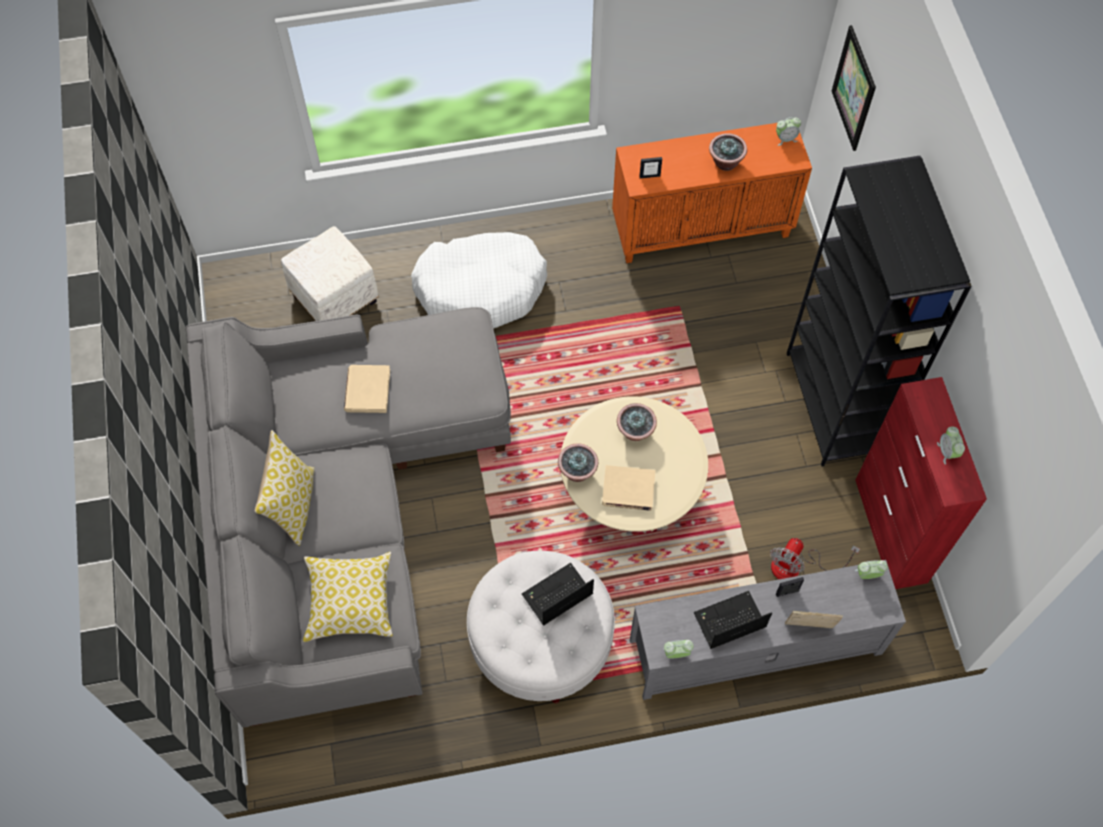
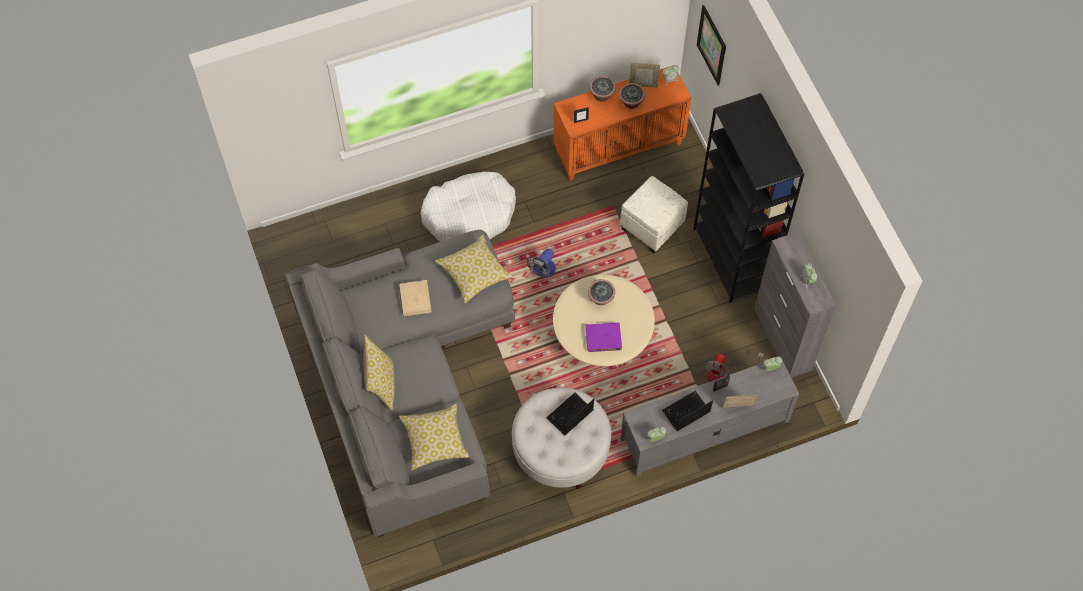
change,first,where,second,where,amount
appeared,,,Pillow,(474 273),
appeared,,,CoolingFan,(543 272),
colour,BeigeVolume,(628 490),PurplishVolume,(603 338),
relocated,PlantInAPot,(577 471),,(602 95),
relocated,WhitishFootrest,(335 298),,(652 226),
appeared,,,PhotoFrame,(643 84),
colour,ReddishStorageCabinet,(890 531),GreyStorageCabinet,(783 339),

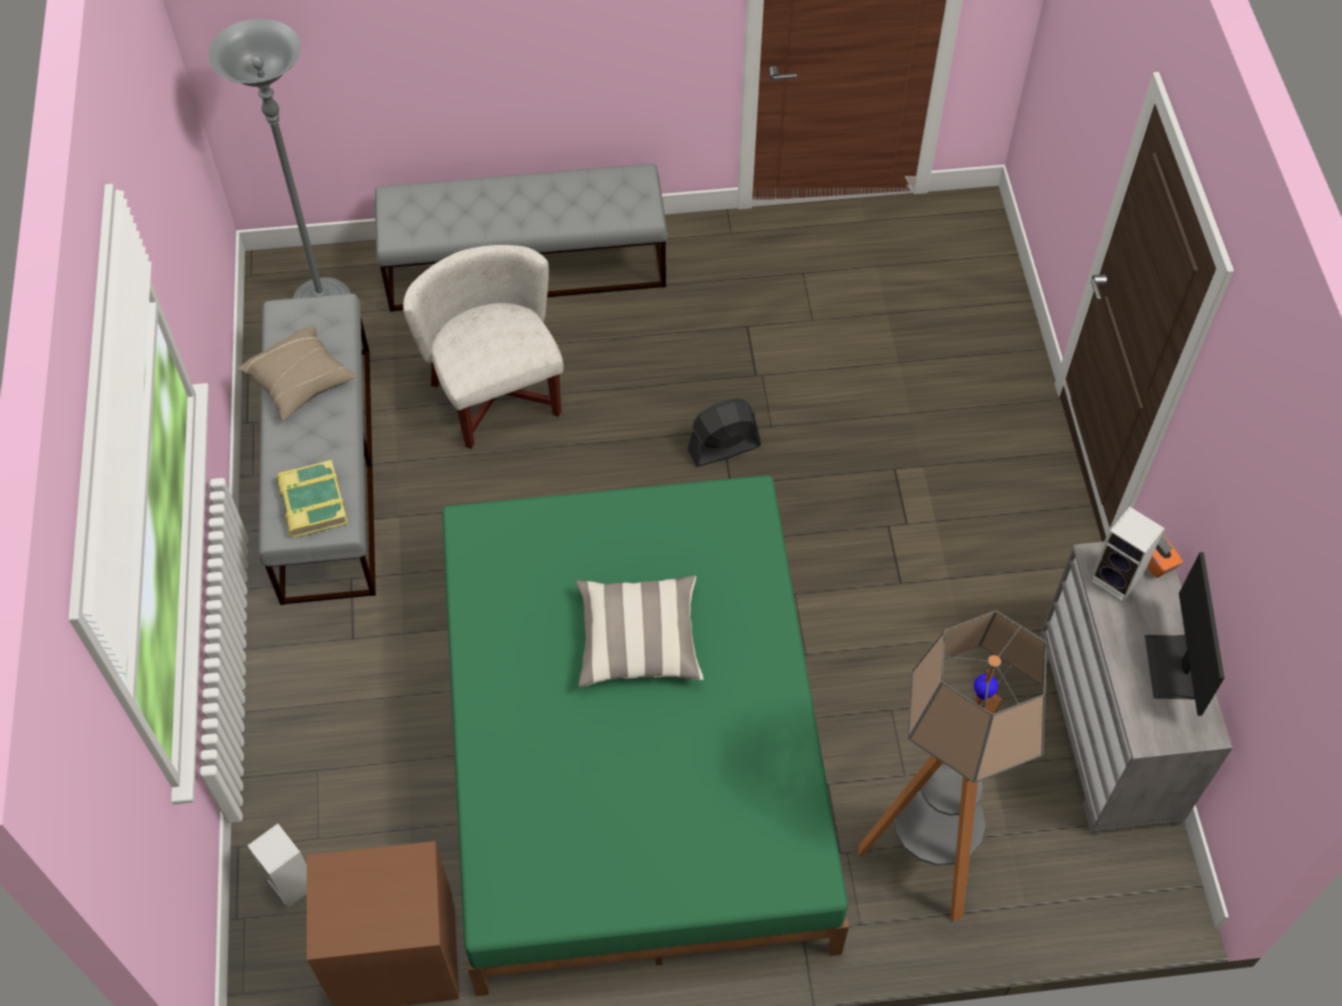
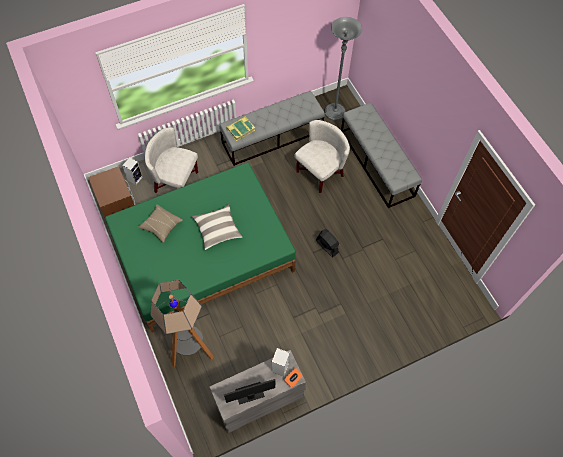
change,first,where,second,where,amount
relocated,BeigePillow,(300 381),,(161 226),
appeared,,,WhitishEasyChair,(176 181),

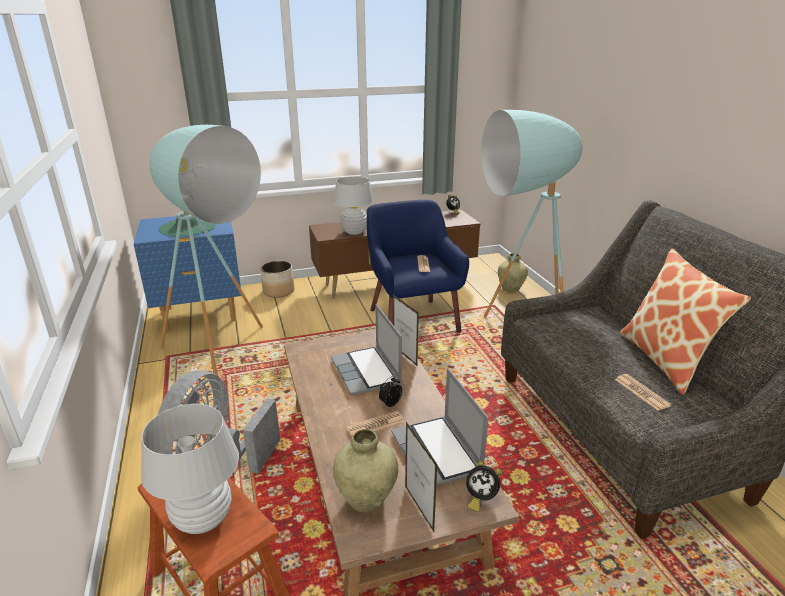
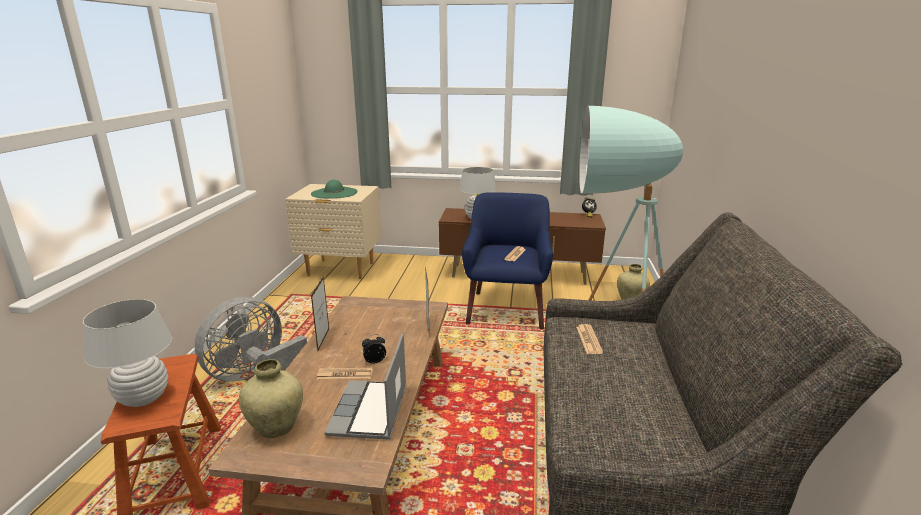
change,first,where,second,where,amount
colour,BlueBedsideTable,(201 315),BeigeBedsideTable,(341 269),
relocated,PhotoFrame,(419 508),,(323 340),
relocated,Newspaper,(641 392),,(588 340),
missing,TurquoiseColouredStandingLamp,(225 358),,,
missing,FlowerPot,(279 291),,,
missing,Laptop,(367 372),,,
missing,TableClock,(480 499),,,
missing,Pillow,(665 360),,,

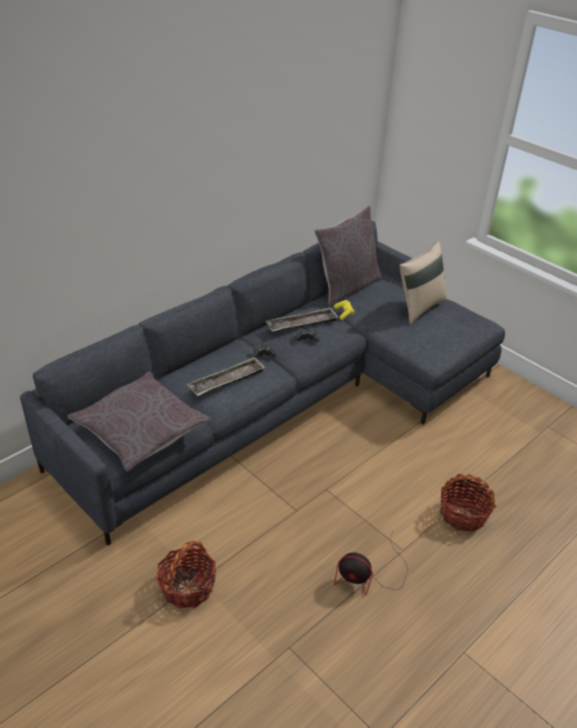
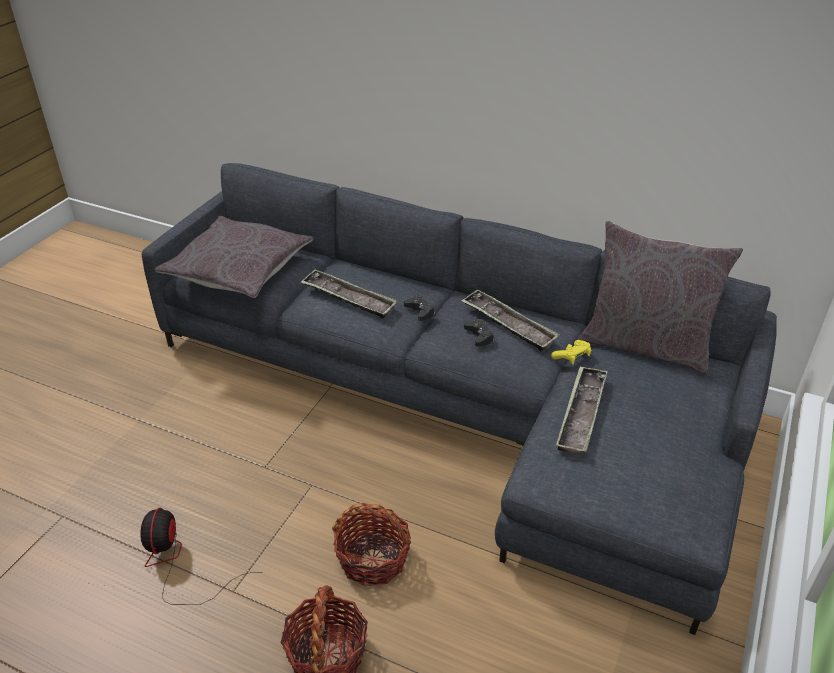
change,first,where,second,where,amount
relocated,StorageBasket,(187 587),,(373 559),
appeared,,,Tray,(581 414),
missing,BeigePillow,(419 307),,,

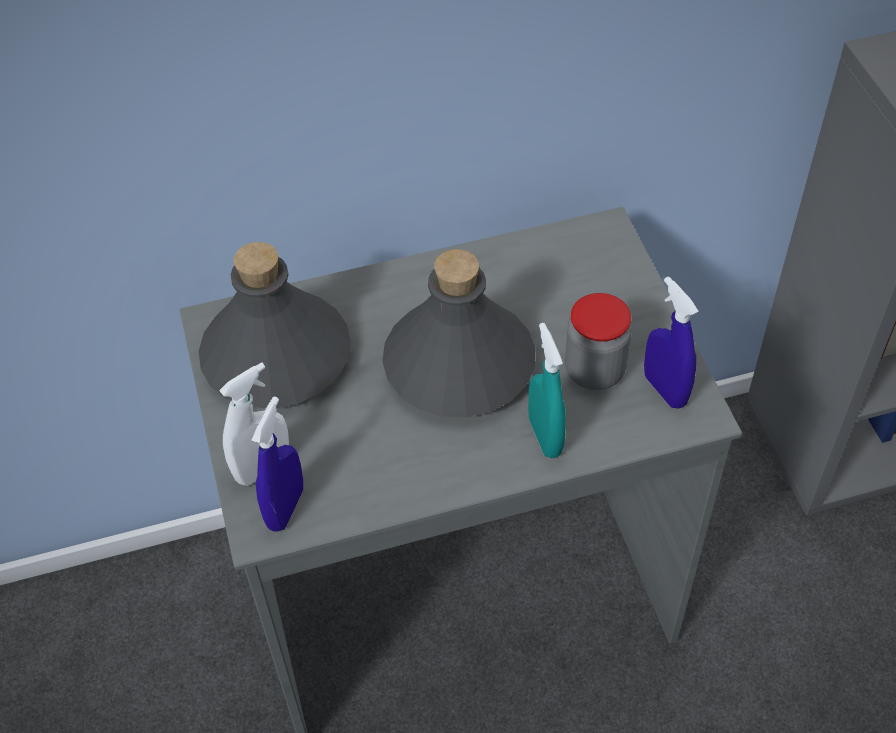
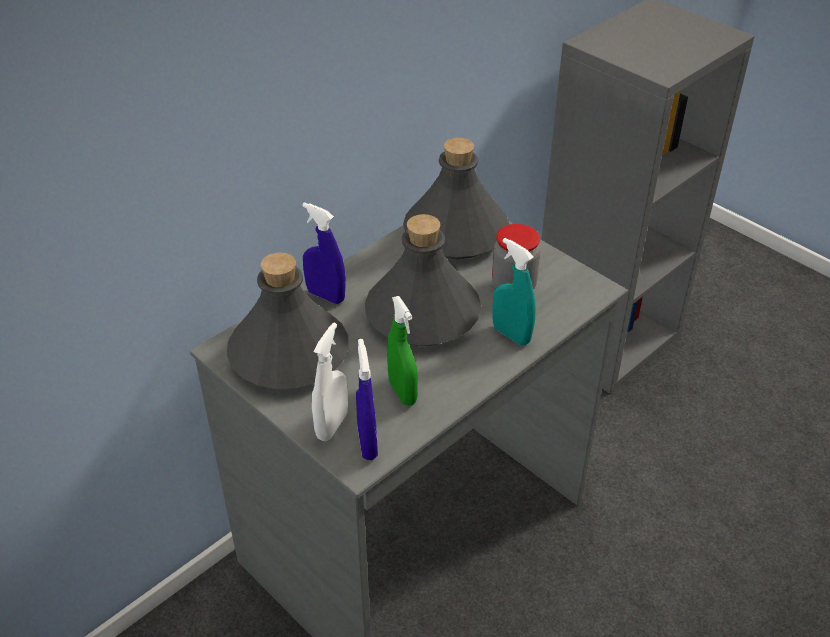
change,first,where,second,where,amount
relocated,BlueHandSprayer,(664 390),,(325 296),
appeared,,,GreenHandSprayer,(402 392),
appeared,,,GreyBottle,(456 233),

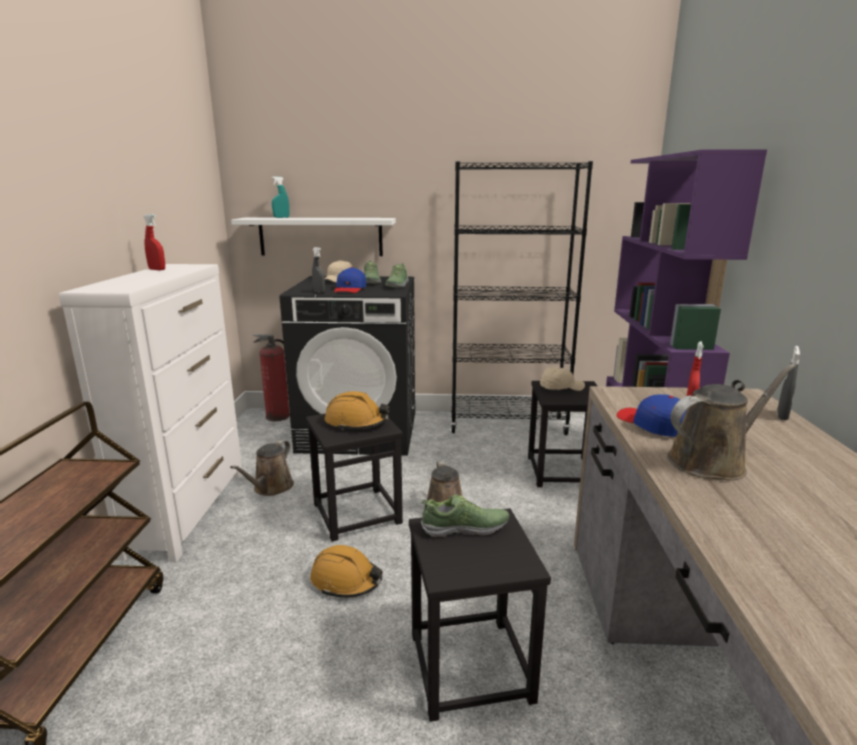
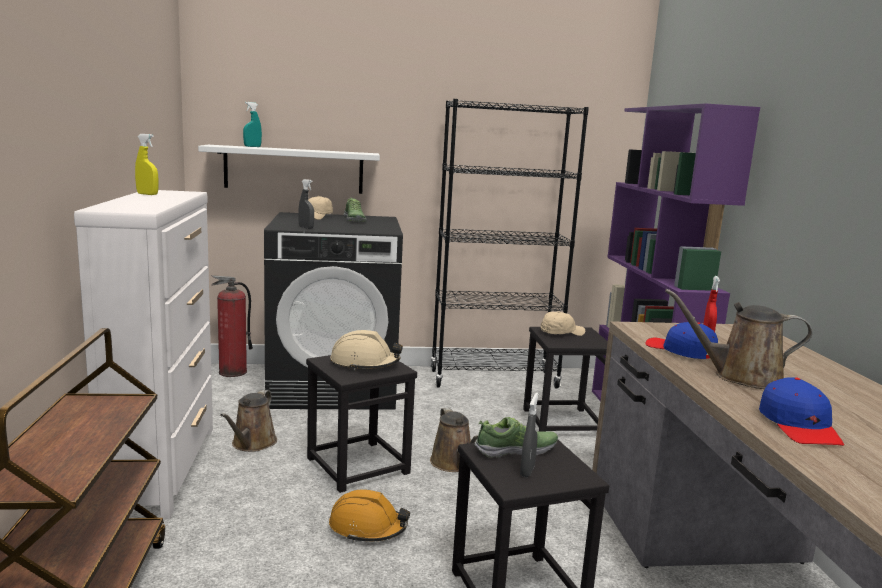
change,first,where,second,where,amount
colour,ReddishHandSprayer,(157 269),YellowColouredHandSprayer,(147 194),
colour,OrangeyWorkHelmet,(356 422),BeigeWorkHelmet,(364 363),
relocated,GreyHandSprayer,(782 416),,(527 471),
spun,BrownishWateringPot,(712 461),,(741 377),135 degrees counterclockwise
relocated,BlueBaseballCap,(350 289),,(799 426),
missing,LowShoe,(397 285),,,

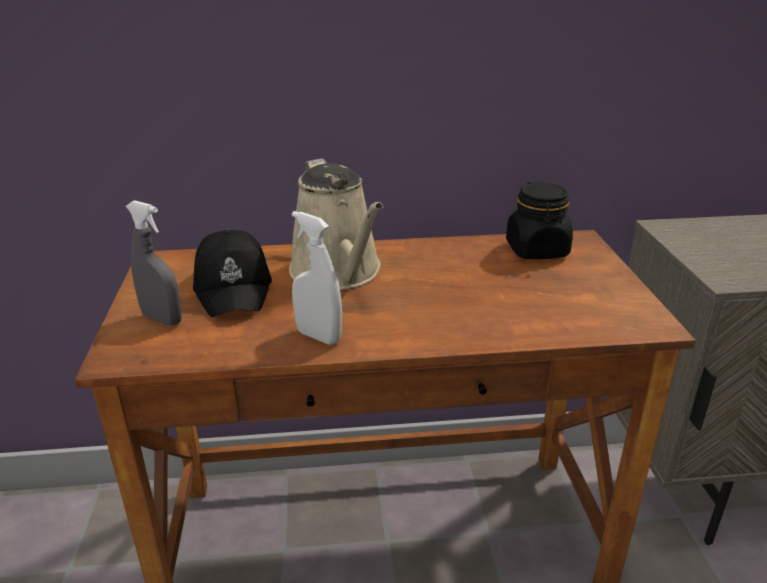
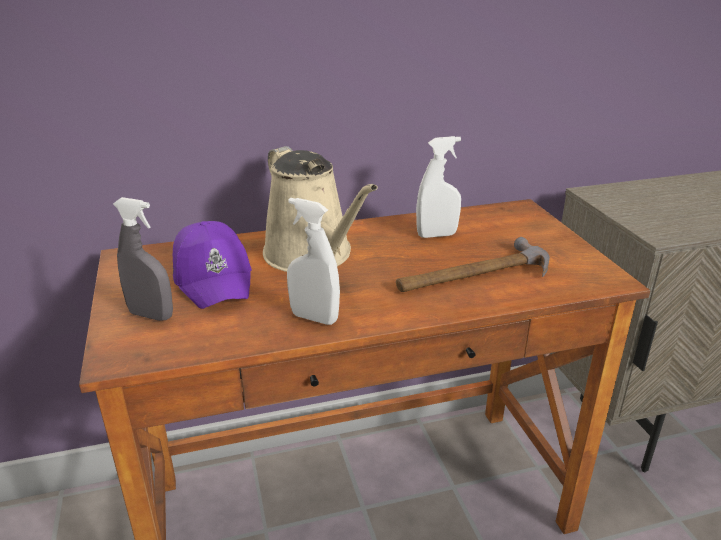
change,first,where,second,where,amount
colour,BlackishBaseballCap,(234 287),PurplishBaseballCap,(214 277),
appeared,,,ToolHammer,(473 275),
appeared,,,WhitishHandSprayer,(436 235),
missing,BlackishStorageJar,(537 250),,,

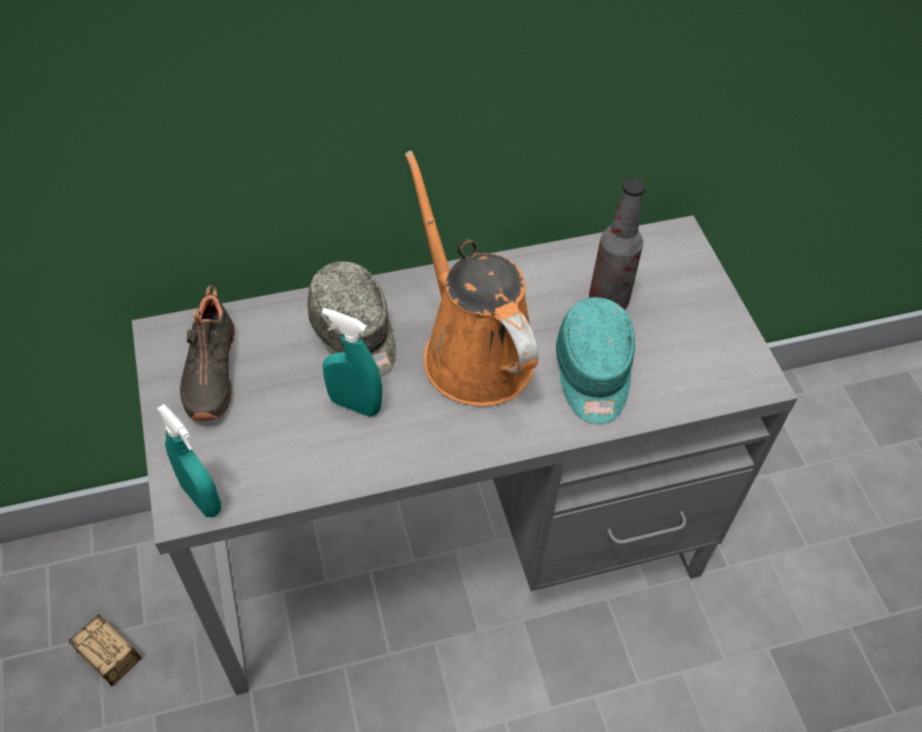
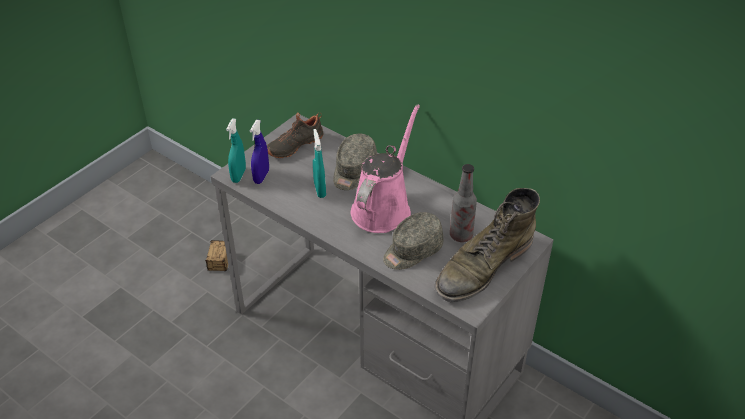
change,first,where,second,where,amount
appeared,,,BlueHandSprayer,(261 177),
colour,OrangeyWateringPot,(472 350),PinkColouredWateringPot,(383 207),
colour,TurquoiseColouredBaseballCap,(593 374),GreyBaseballCap,(412 251),
appeared,,,GreenBoot,(483 267),

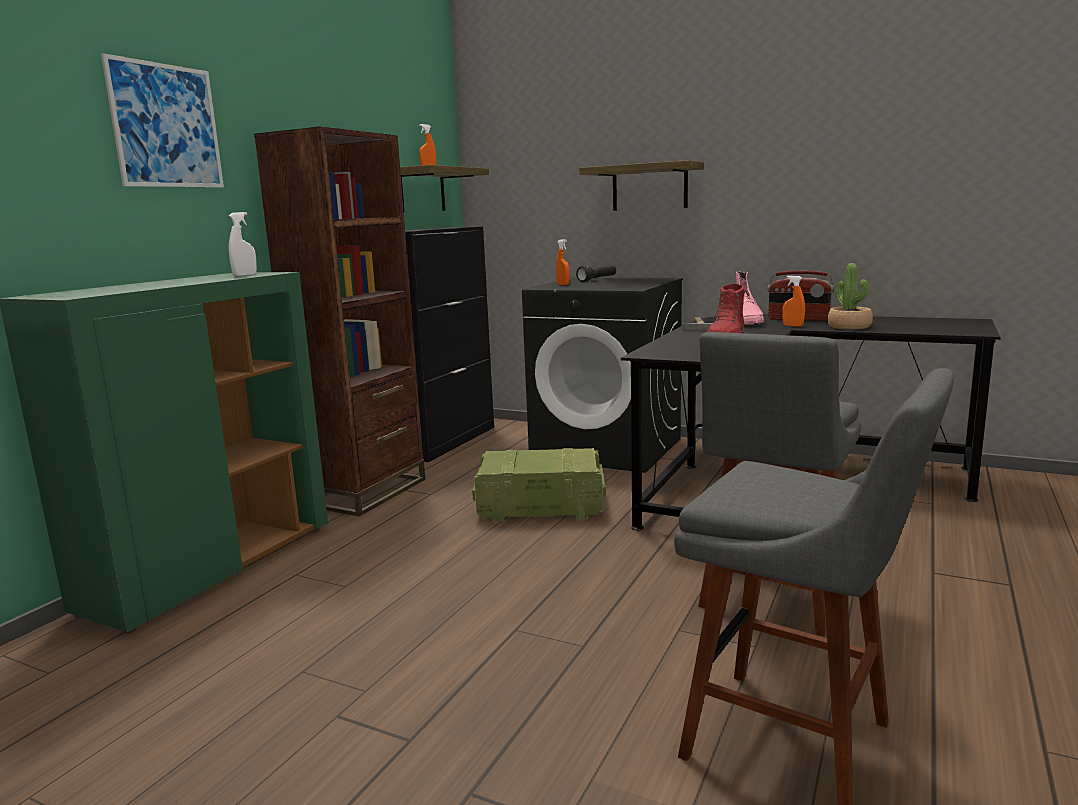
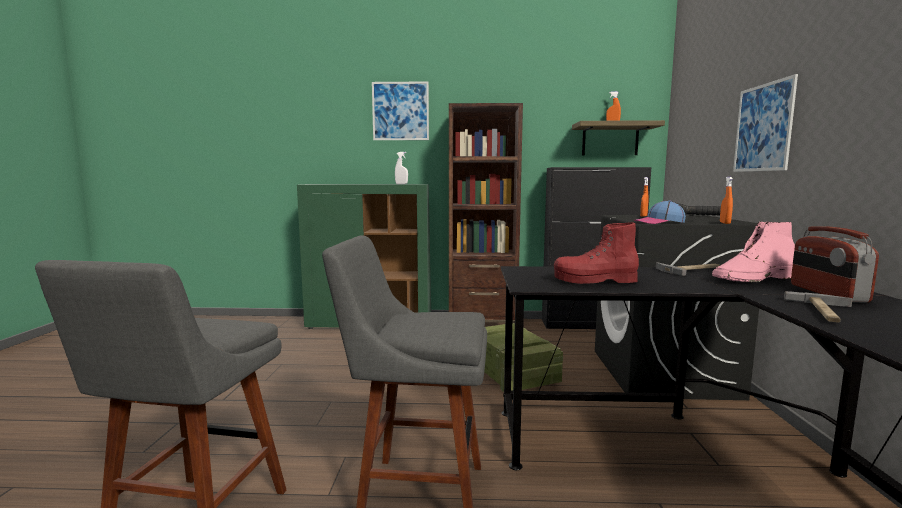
change,first,where,second,where,amount
appeared,,,BaseballCap,(659 222),
relocated,OrangeyHandSprayer,(793 326),,(725 223),
exchanged,WallShelf,(649 187),WallPicture,(763 127),
exchanged,PlantInAPot,(849 327),ToolHammer,(824 312),

